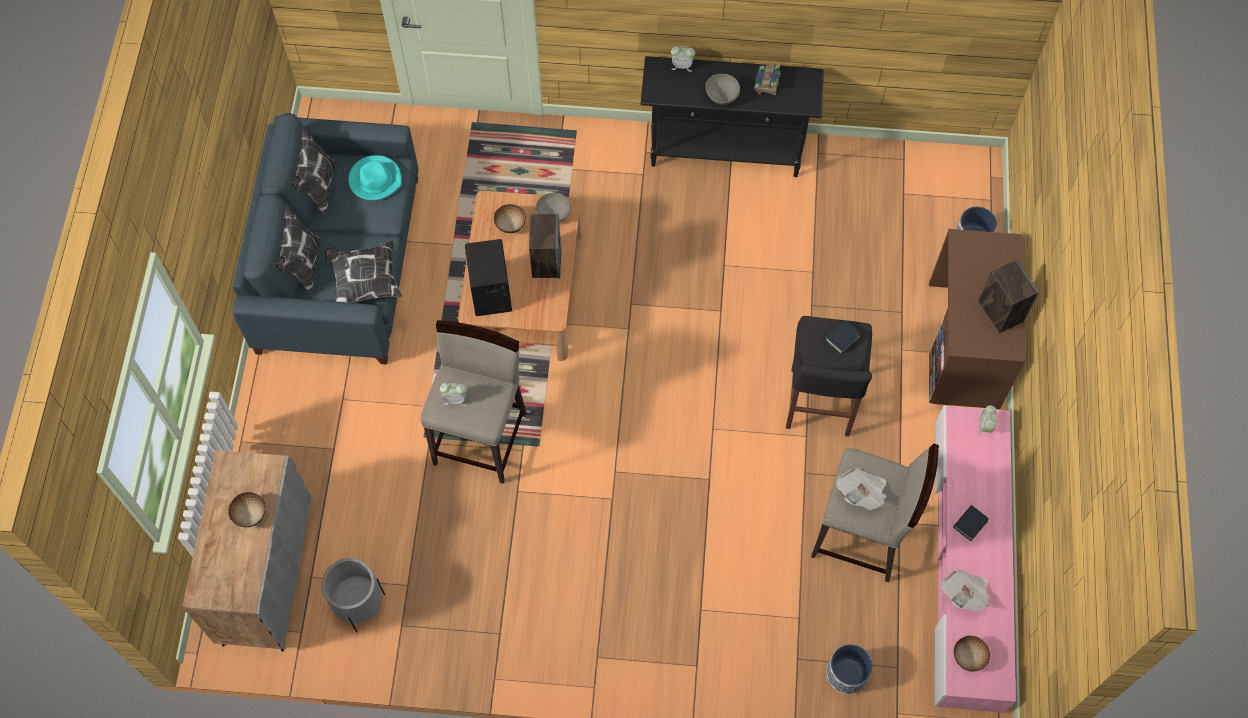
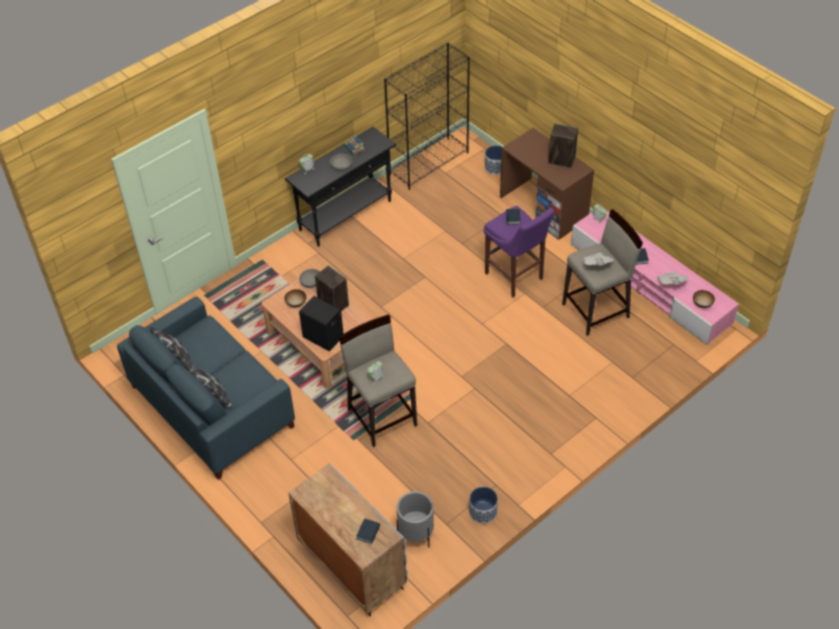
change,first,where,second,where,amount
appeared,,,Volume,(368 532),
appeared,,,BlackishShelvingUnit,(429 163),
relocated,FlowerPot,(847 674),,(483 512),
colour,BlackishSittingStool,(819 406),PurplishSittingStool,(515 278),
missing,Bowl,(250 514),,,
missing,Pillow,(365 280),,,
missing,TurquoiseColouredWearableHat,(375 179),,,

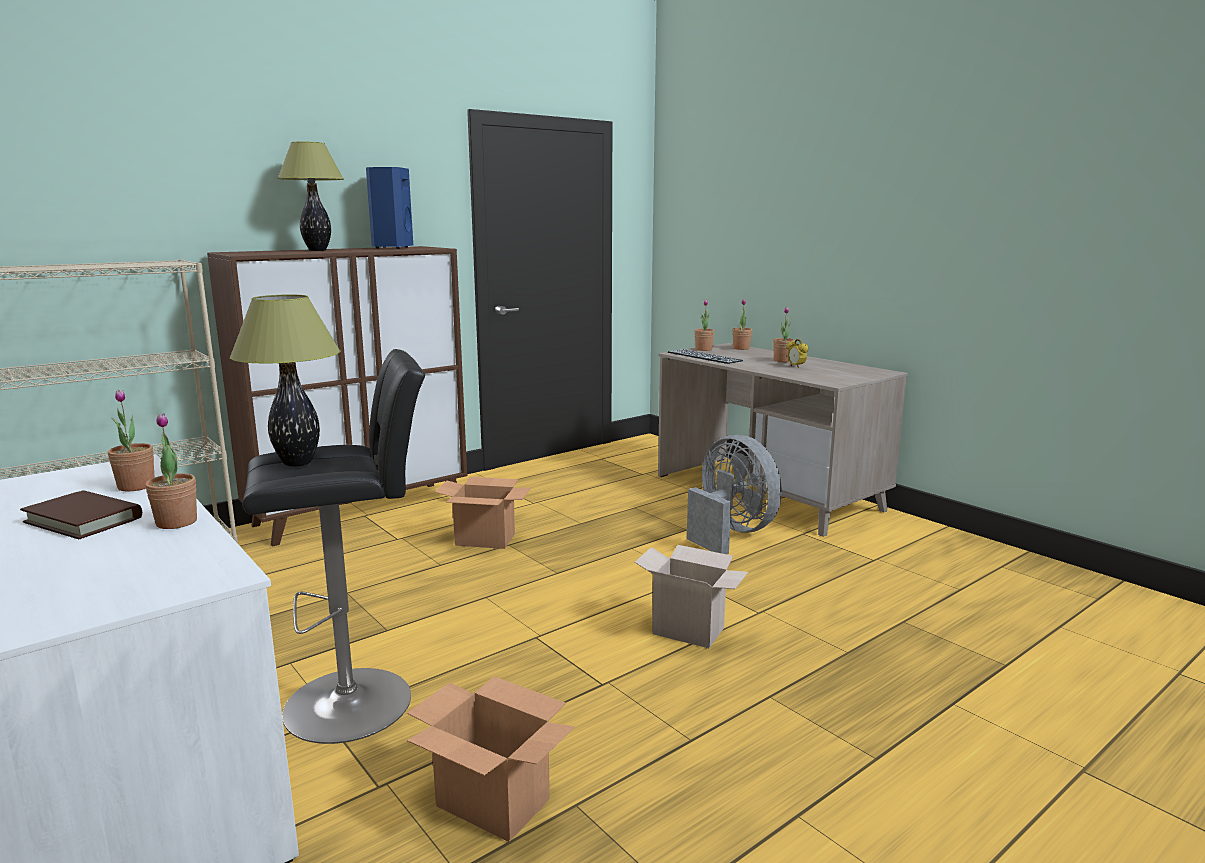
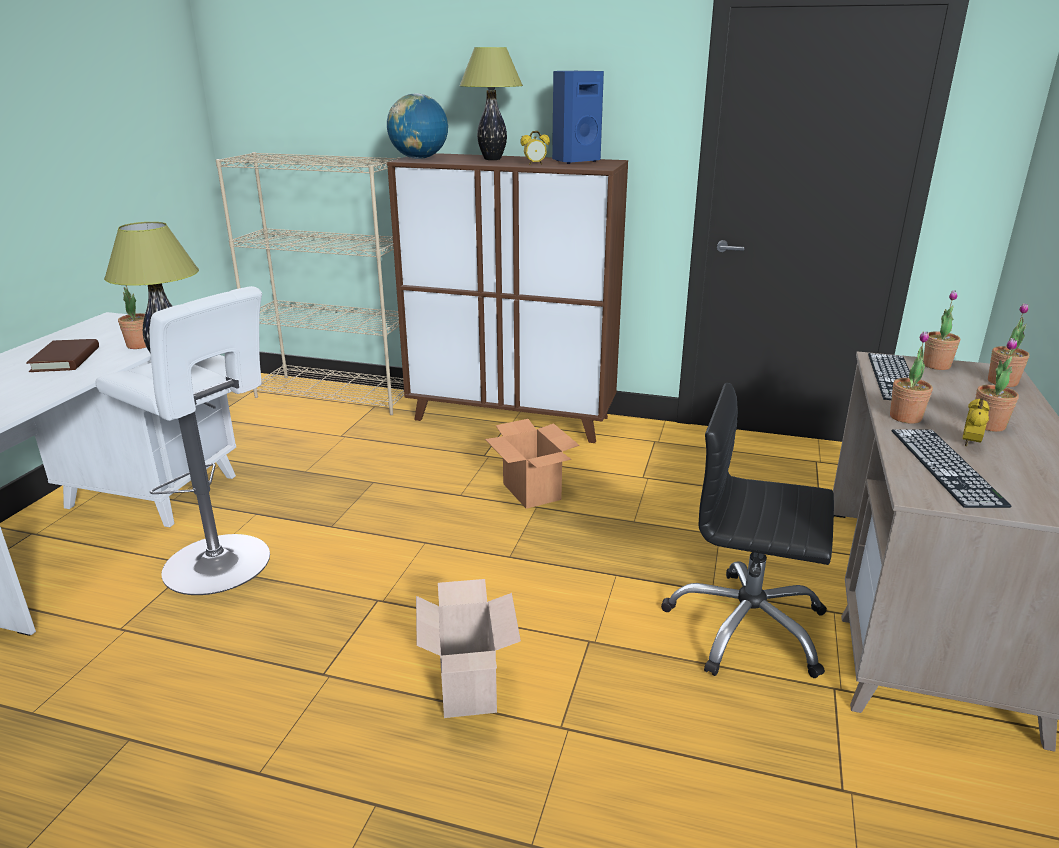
change,first,where,second,where,amount
colour,BlackishSittingStool,(358 701),WhitishSittingStool,(222 566),
appeared,,,Globe,(419 158),
appeared,,,TableClock,(535 164),
exchanged,GreyCoolingFan,(730 533),BlackishOfficeChair,(746 627),
relocated,PlantInAPot,(176 522),,(905 417),
appeared,,,PcKeyboard,(946 466),
missing,Carton,(491 803),,,

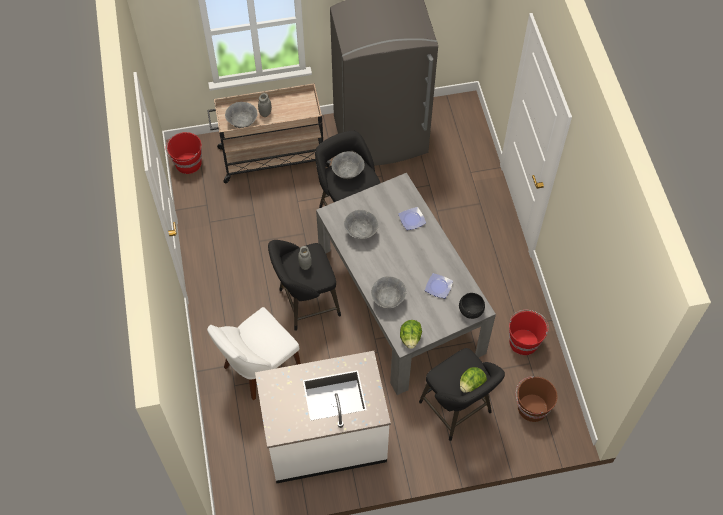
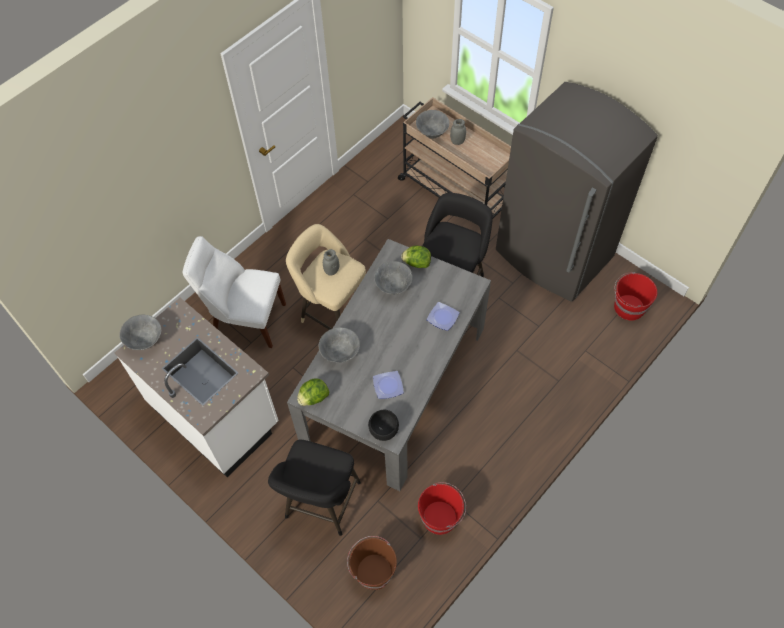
change,first,where,second,where,amount
relocated,GreyBowl,(348 173),,(145 341),
colour,BlackishSittingStool,(306 304),BeigeSittingStool,(333 312),
relocated,Lettuce,(471 384),,(416 263),
relocated,ReddishPail,(188 163),,(628 307),

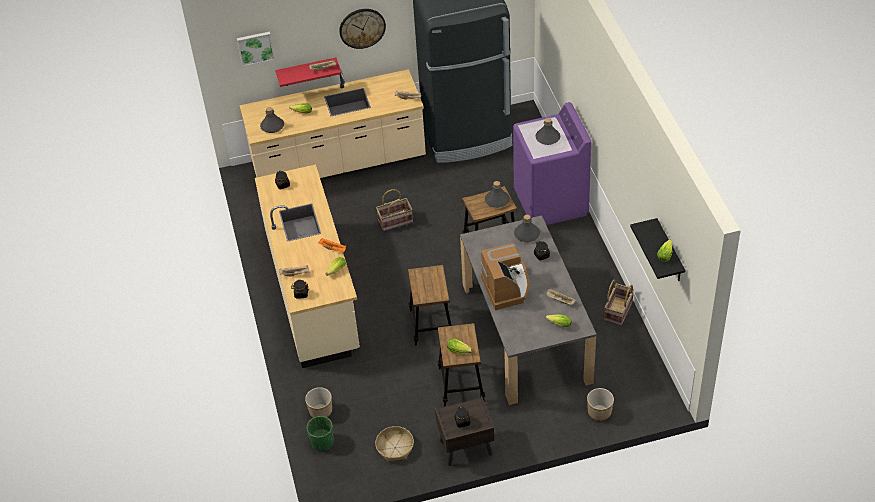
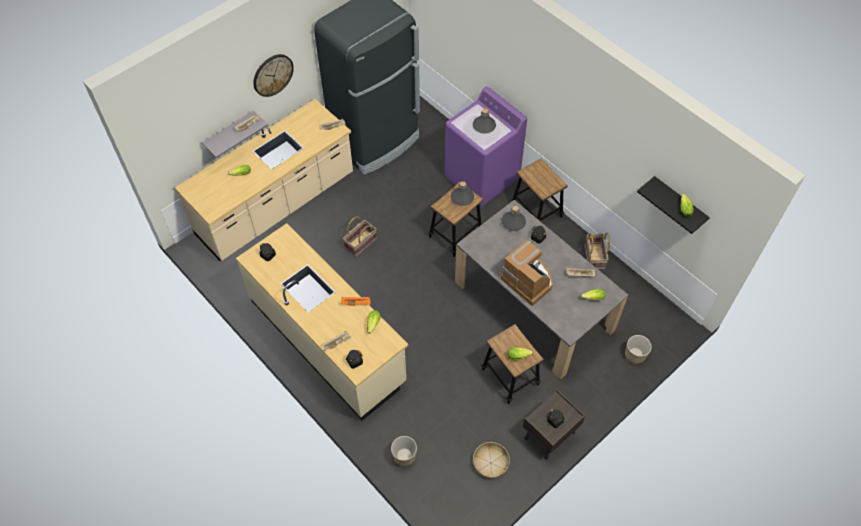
change,first,where,second,where,amount
colour,ReddishWallShelf,(307 72),GreyWallShelf,(230 133),
relocated,SittingStool,(431 325),,(536 211),
missing,WallPicture,(255 48),,,
missing,GreyBottle,(272 126),,,
missing,GreenFlowerPot,(322 441),,,

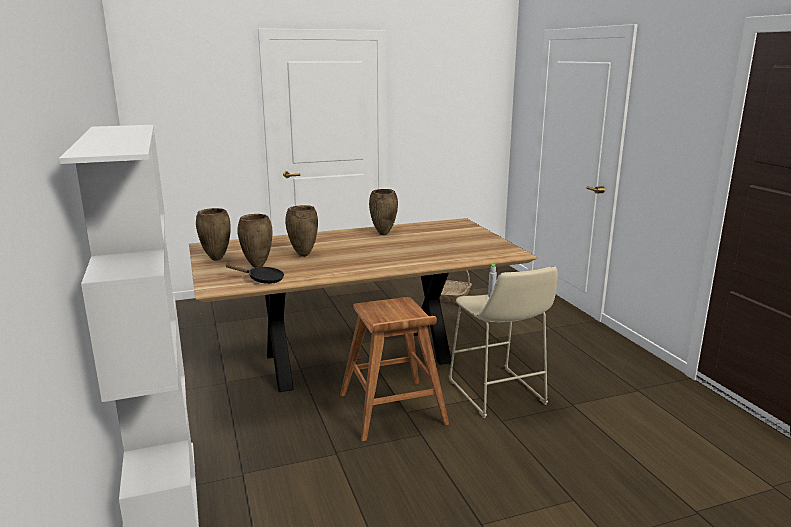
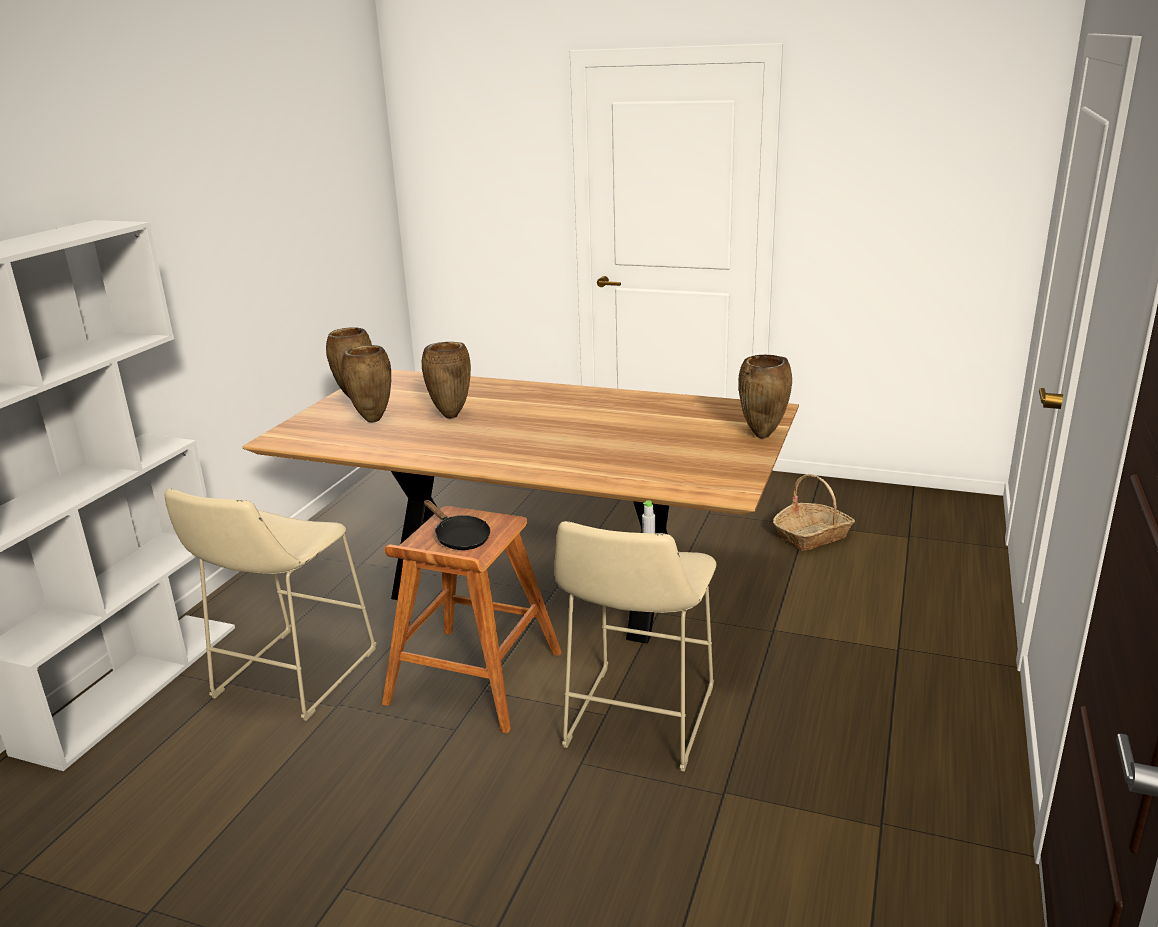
change,first,where,second,where,amount
appeared,,,BeigeSittingStool,(289 678),
relocated,BlackishPan,(262 280),,(459 538),
relocated,BrownishFlowerVase,(384 234),,(762 436),

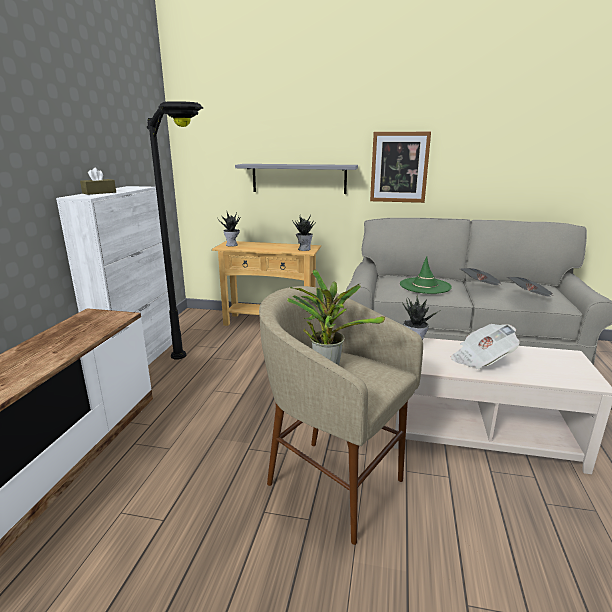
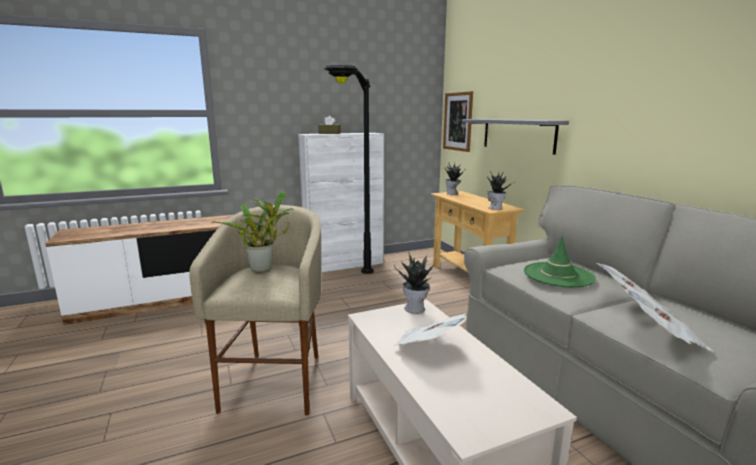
change,first,where,second,where,amount
relocated,WallPicture,(399 167),,(458 121),

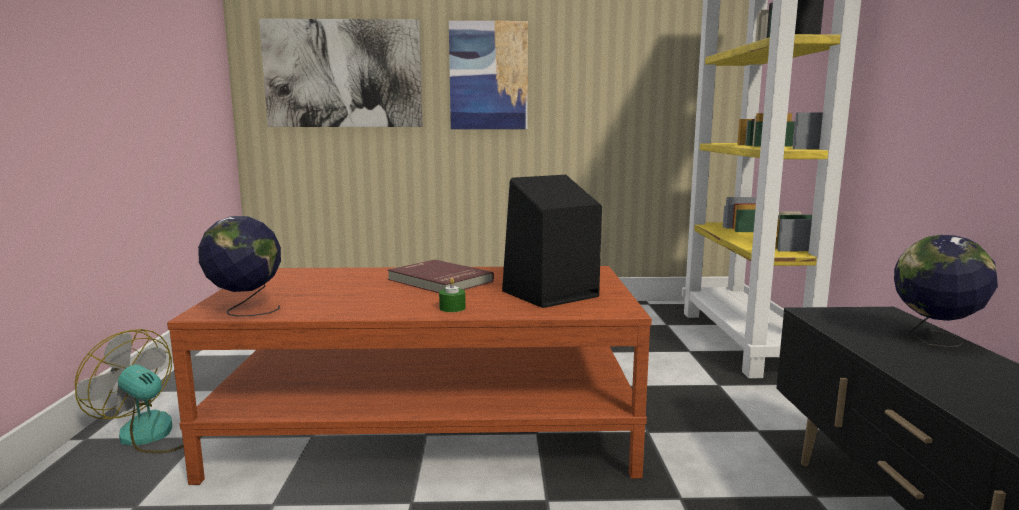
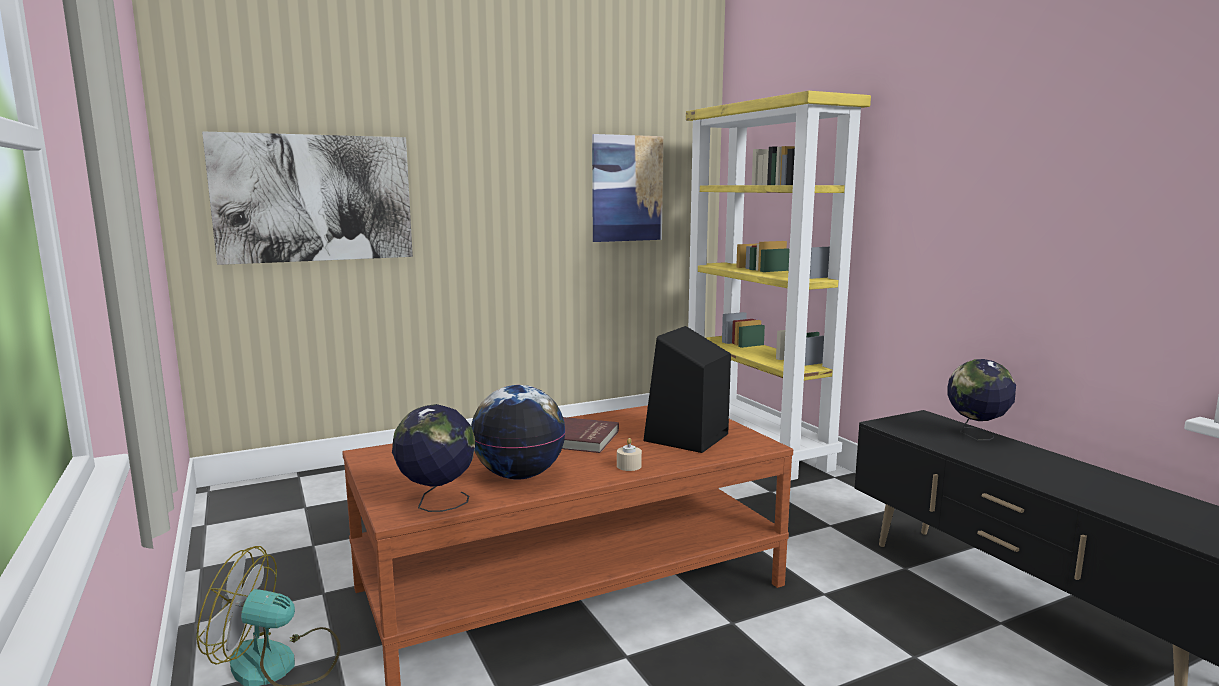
change,first,where,second,where,amount
appeared,,,Globe,(519 475),
relocated,WallPicture,(488 76),,(627 188),
colour,GreenWaxCandle,(452 308),BeigeWaxCandle,(629 466),

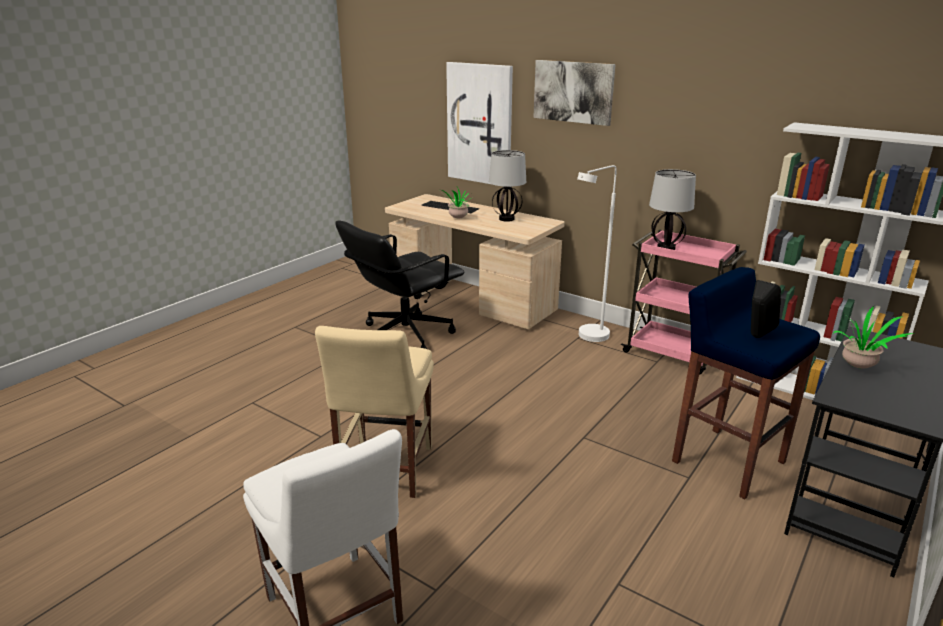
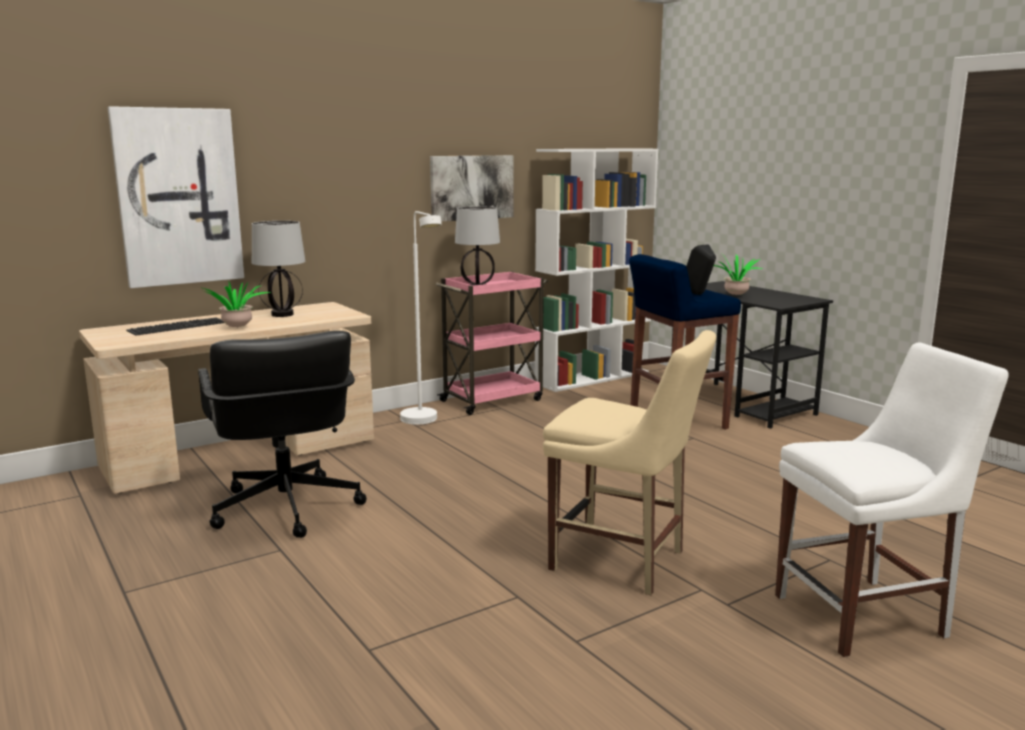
change,first,where,second,where,amount
relocated,WallPicture,(573 92),,(471 187),

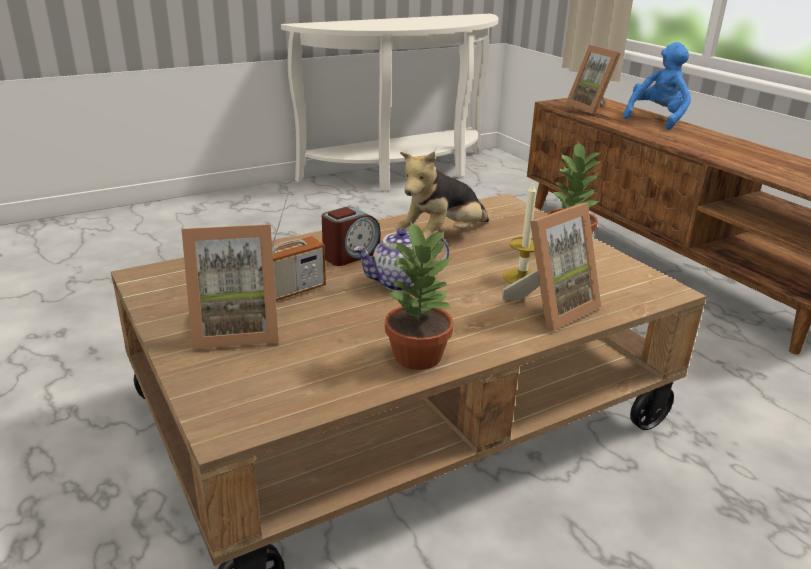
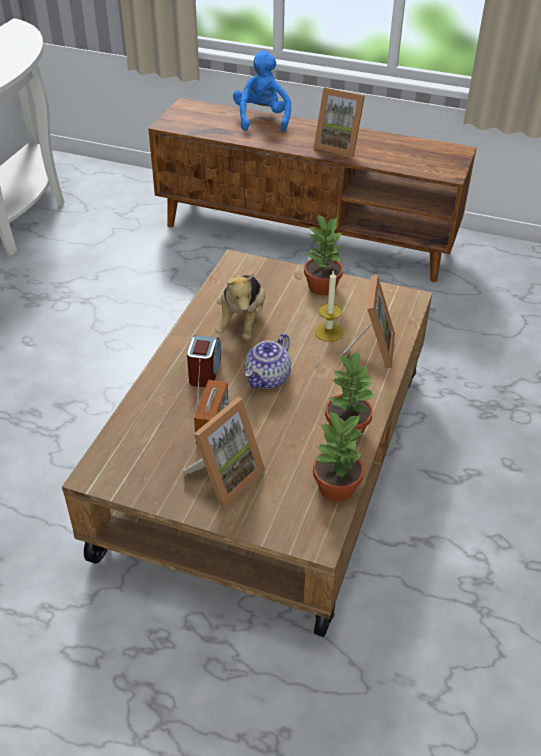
change,first,where,second,where,amount
appeared,,,PlantInAPot,(337 489),
relocated,PhotoFrame,(592 108),,(338 146),

